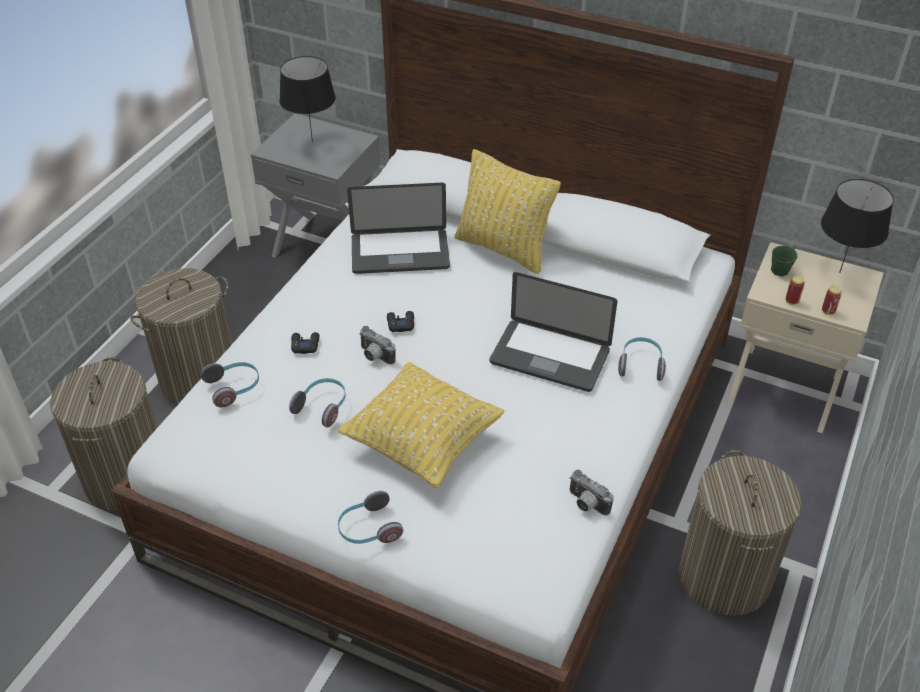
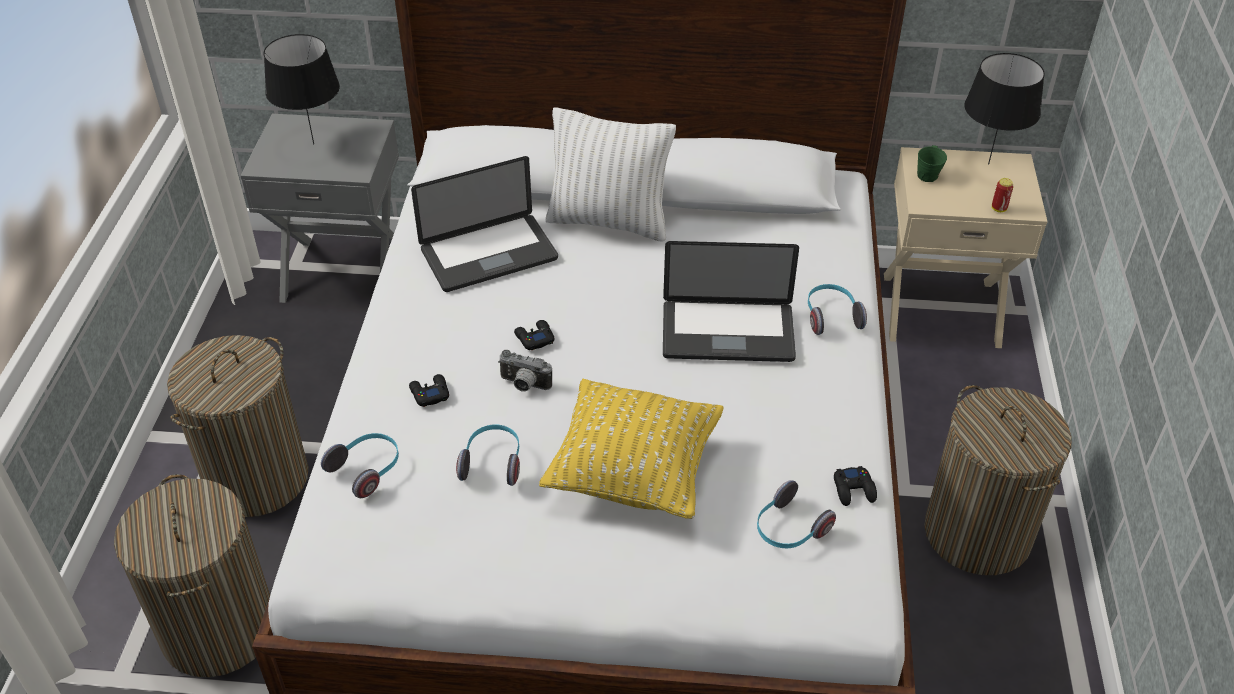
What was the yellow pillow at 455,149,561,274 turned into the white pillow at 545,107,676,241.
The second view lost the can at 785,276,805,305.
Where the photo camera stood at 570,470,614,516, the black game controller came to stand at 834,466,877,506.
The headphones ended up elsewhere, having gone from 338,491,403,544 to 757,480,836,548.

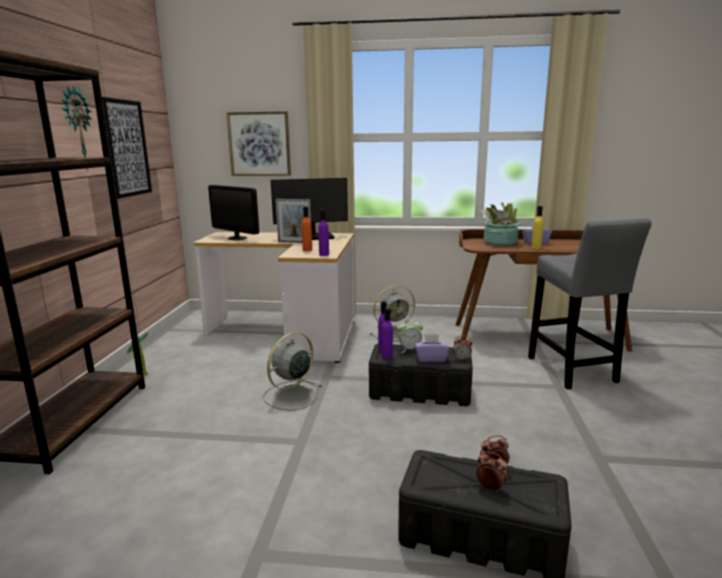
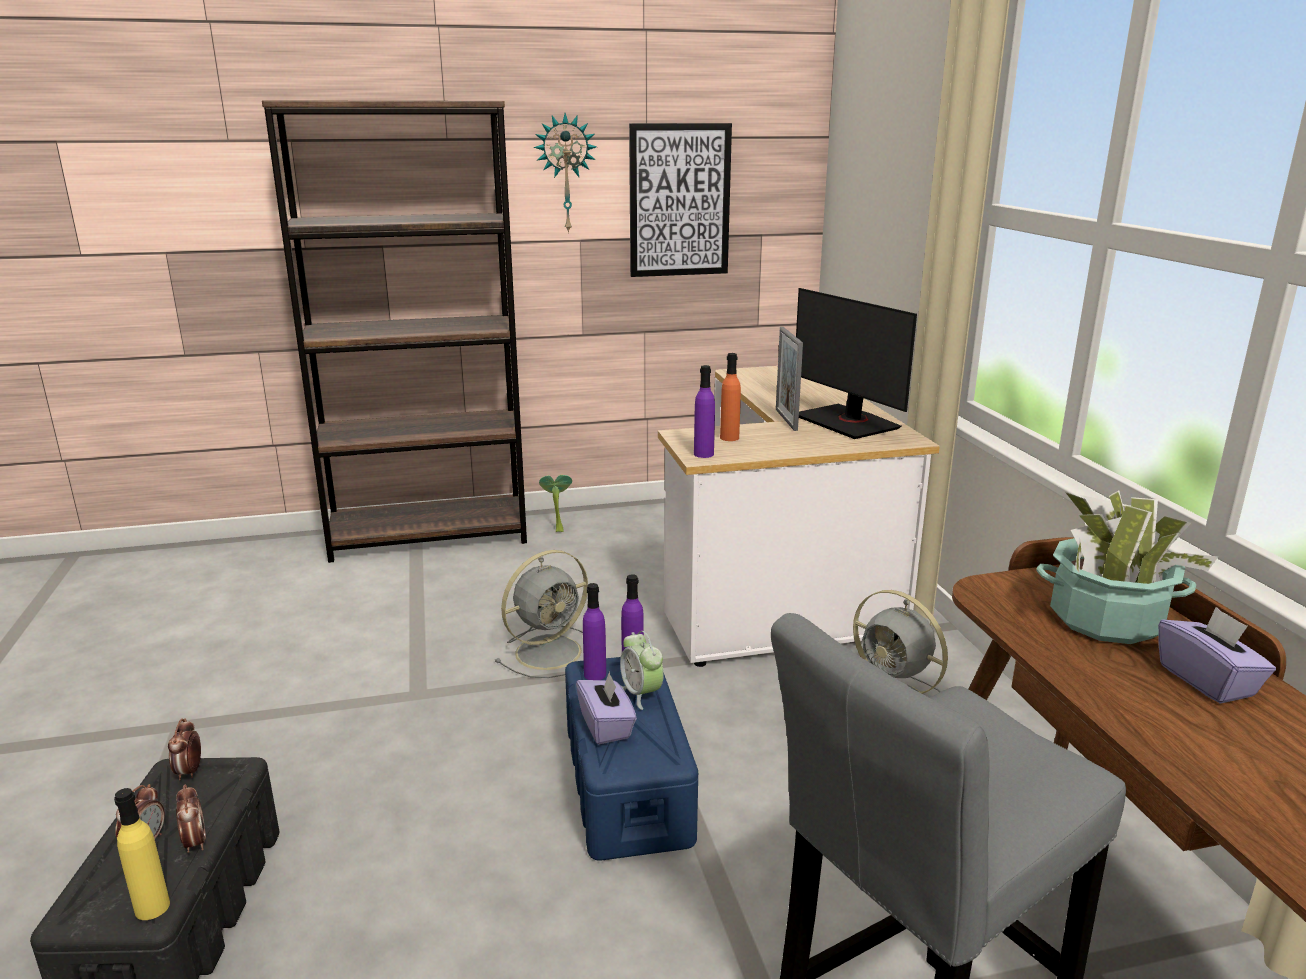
The second view lost the picture at 226,111,291,176.
The second view lost the monitor at 208,185,259,240.
The yellow bottle ended up elsewhere, having gone from 531,206,544,249 to 114,788,170,920.
The grey fan at 263,332,322,411 ended up facing another way, 120 degrees clockwise from before.
The alarm clock ended up elsewhere, having gone from 453,336,473,361 to 168,718,201,781.
What was the black storage box at 369,344,473,406 turned into the blue storage box at 565,657,698,861.

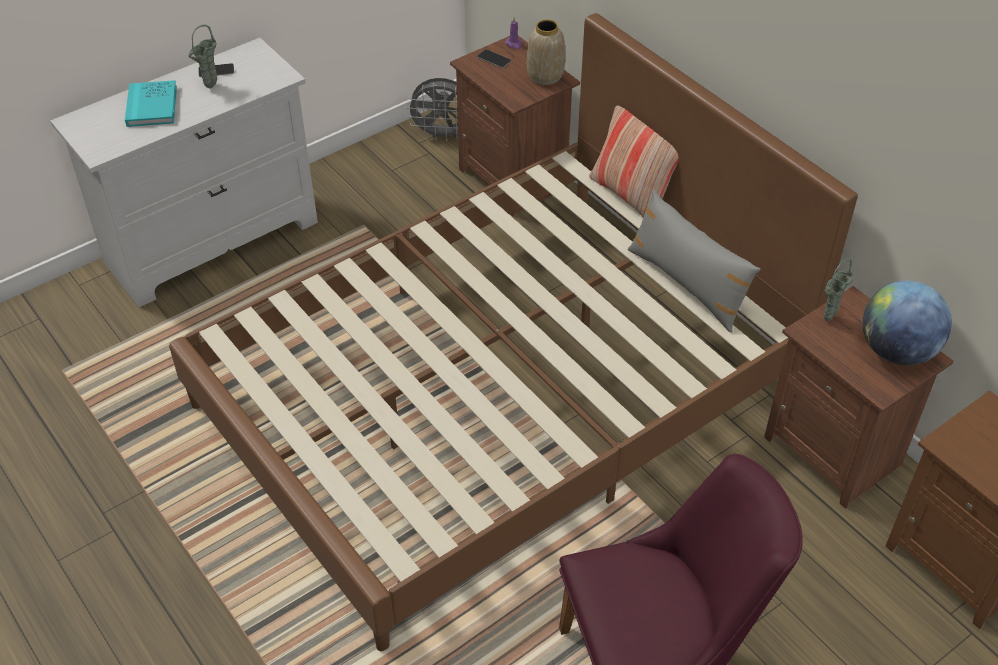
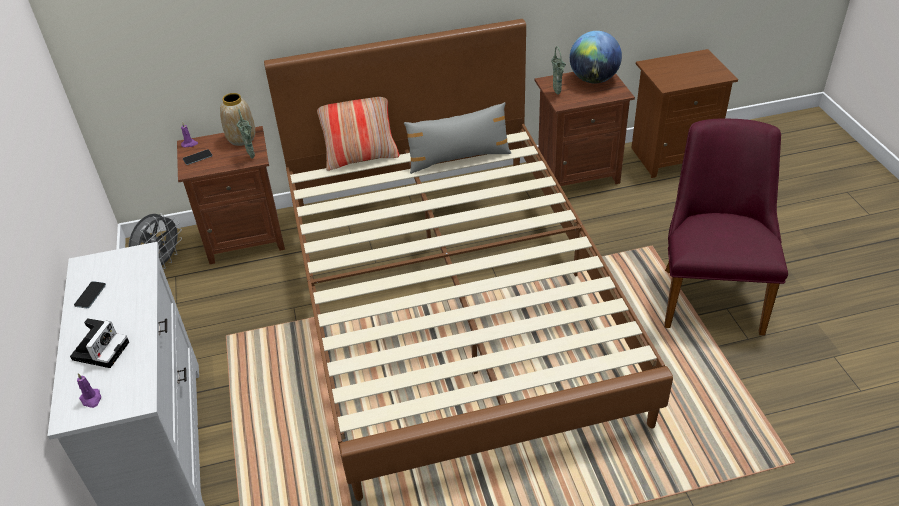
The green vase ended up elsewhere, having gone from 189,25,217,89 to 237,109,255,159.
Where the turquoise book stood at 125,80,177,127, the photo camera came to stand at 70,318,129,368.
The second view gained the purple candle at 77,373,101,408.

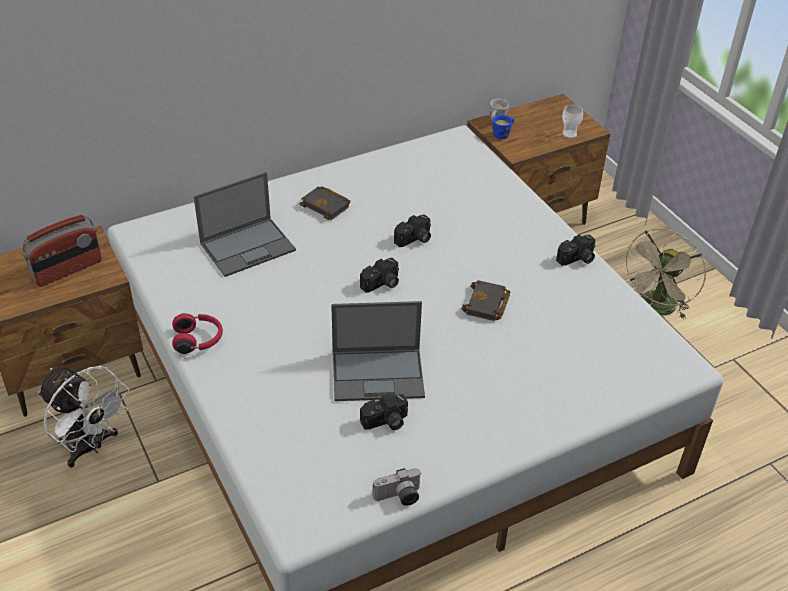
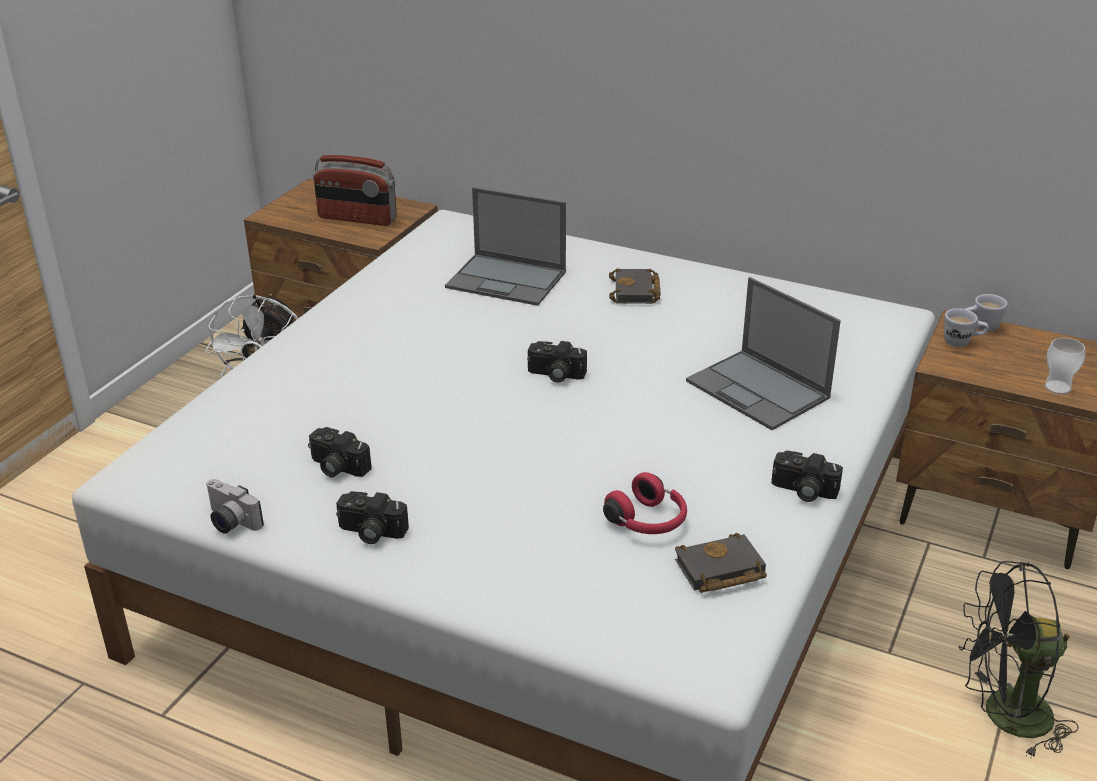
What was the blue mug at 493,115,514,139 turned into the white mug at 944,308,989,347.
The photo camera ended up elsewhere, having gone from 394,214,431,247 to 336,491,409,544.
What was the beige fan at 621,229,706,319 turned into the black fan at 959,561,1079,759.
The black book ended up elsewhere, having gone from 461,280,510,321 to 675,533,767,593.
The laptop ended up elsewhere, having gone from 331,301,425,401 to 686,277,841,430.
The red headphones ended up elsewhere, having gone from 172,313,223,354 to 603,472,687,534.

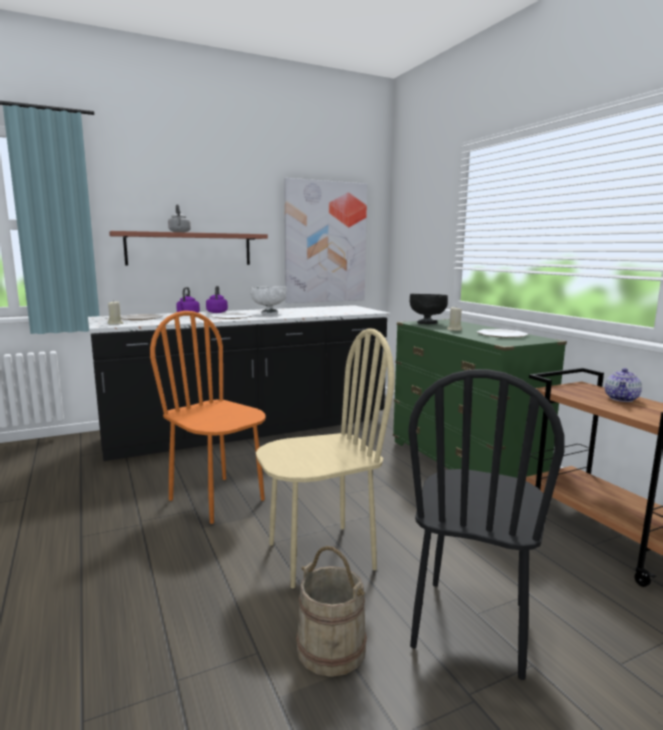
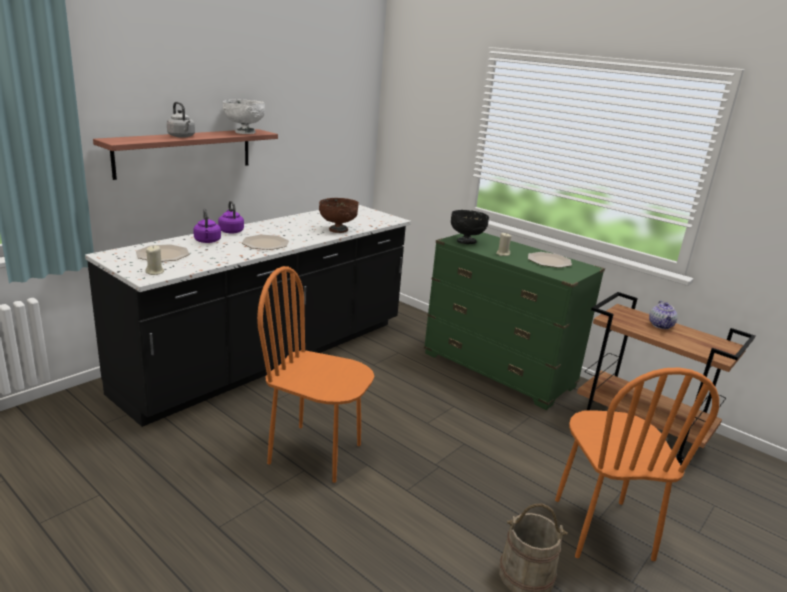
The second view lost the picture at 284,178,367,303.
The white bowl ended up elsewhere, having gone from 250,286,287,314 to 223,100,265,134.
The second view lost the beige chair at 256,328,395,588.
What was the black chair at 408,369,565,680 turned into the orange chair at 555,367,719,561.
The second view gained the brown bowl at 319,198,359,233.

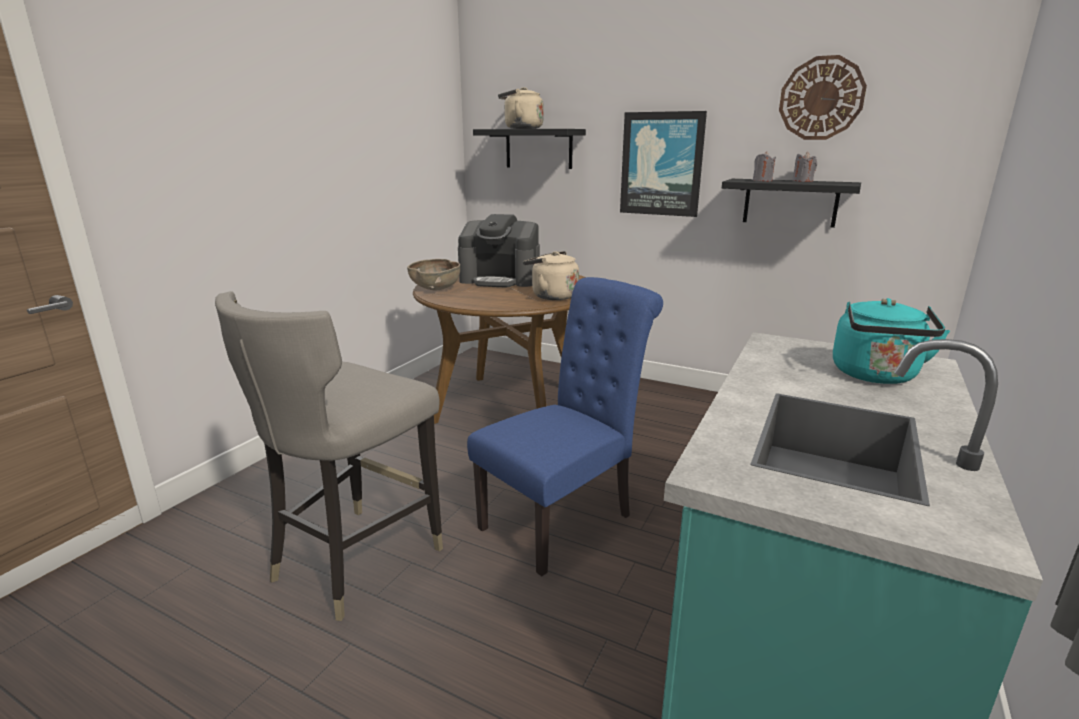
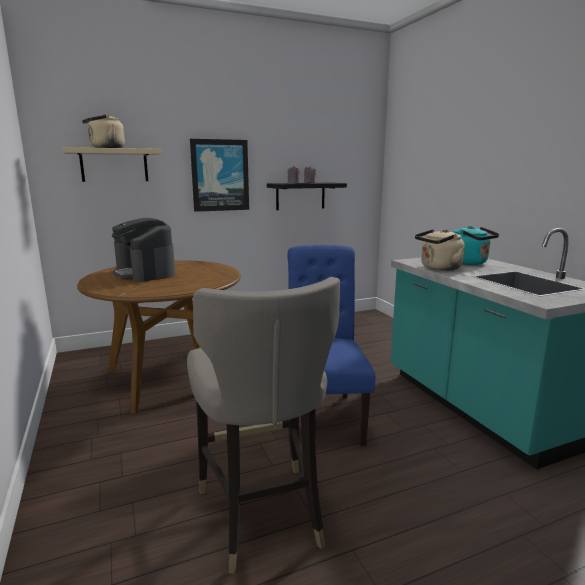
The second view lost the wall clock at 779,55,867,140.
What was the black shelf at 473,129,586,169 turned into the beige shelf at 62,147,162,182.
The coffee machine at 458,214,540,288 ended up facing another way, 90 degrees clockwise from before.
The beige kettle ended up elsewhere, having gone from 523,251,579,300 to 415,229,465,271.
The second view lost the brown bowl at 407,259,460,290.

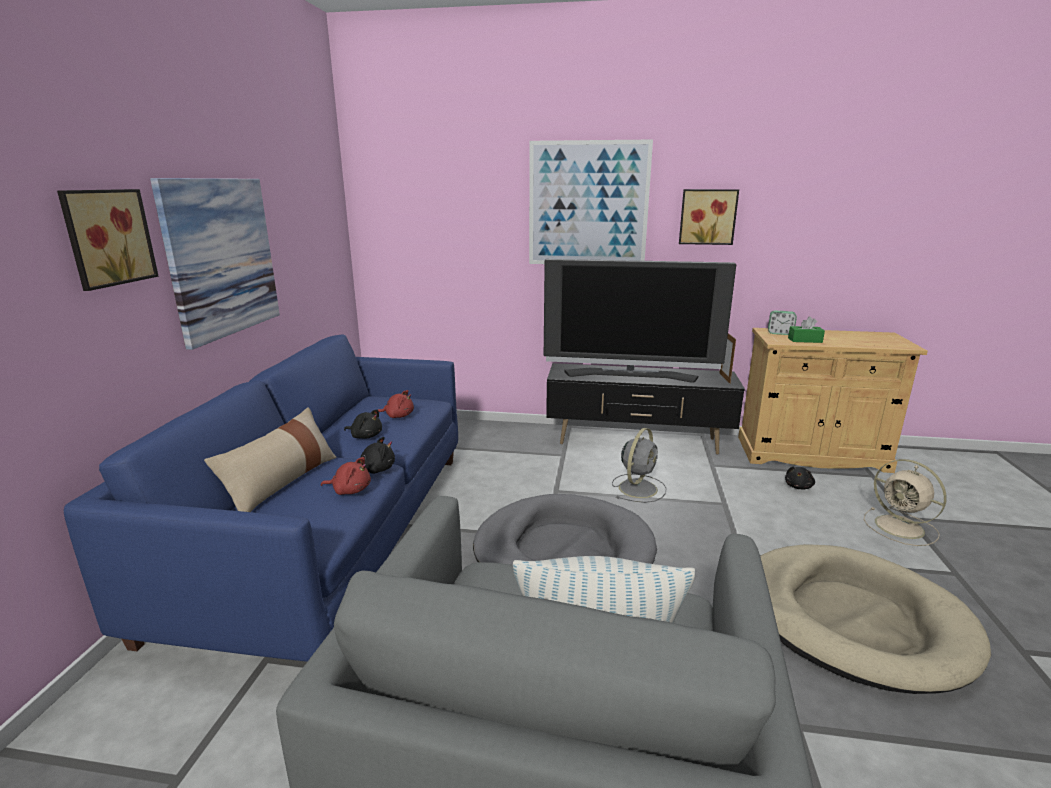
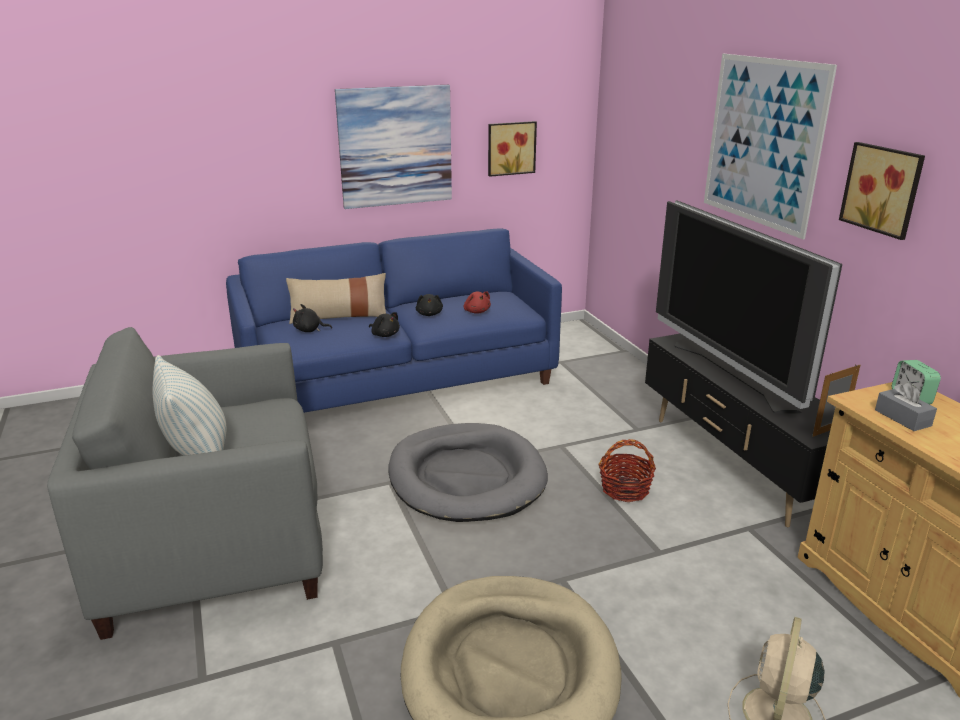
The picture ended up elsewhere, having gone from 57,189,159,291 to 488,121,537,177.
What was the green tissue box at 788,317,825,343 turned into the grey tissue box at 875,382,937,431.
Where the grey fan stood at 612,428,667,503, the basket came to stand at 598,439,656,502.
The second view lost the red plush toy at 321,457,371,495.
The black plush toy ended up elsewhere, having gone from 785,466,815,489 to 293,304,332,332.

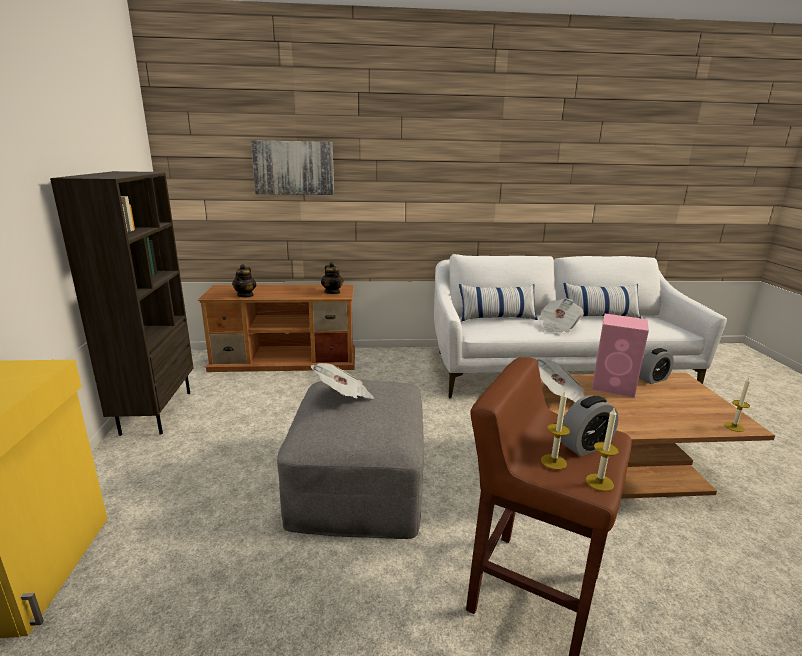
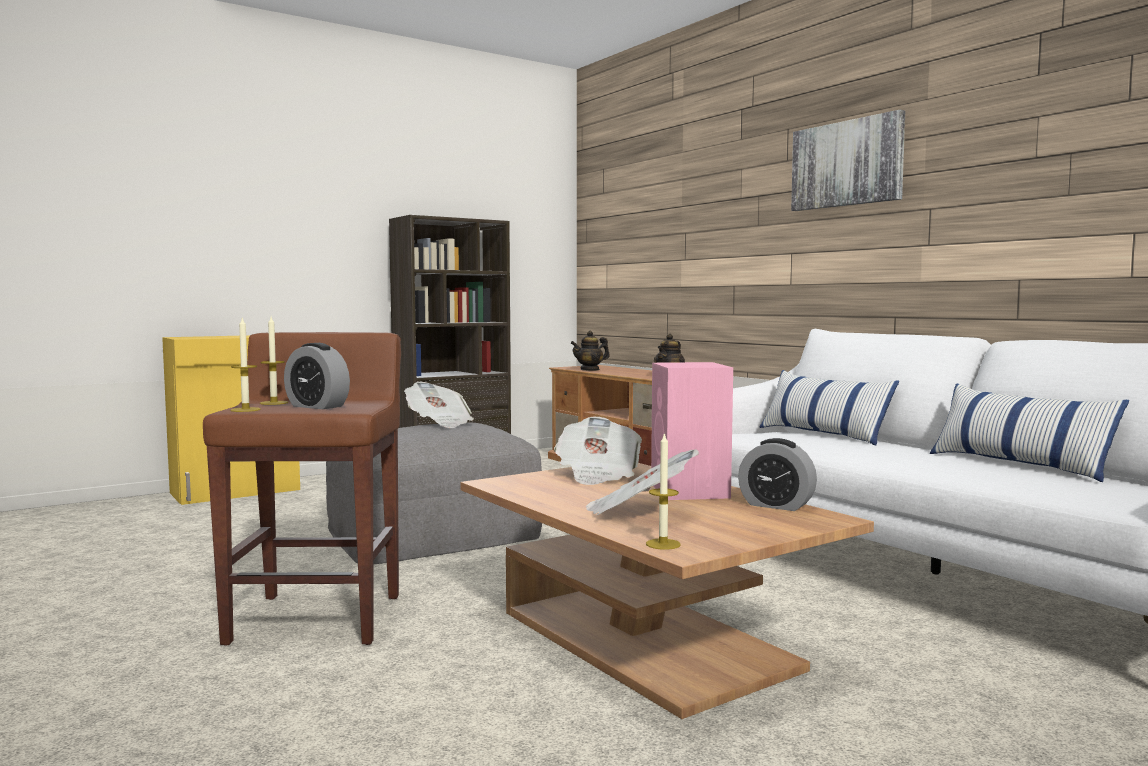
The picture ended up elsewhere, having gone from 251,140,334,195 to 791,110,905,211.
The newspaper ended up elsewhere, having gone from 540,298,584,333 to 585,449,699,515.

